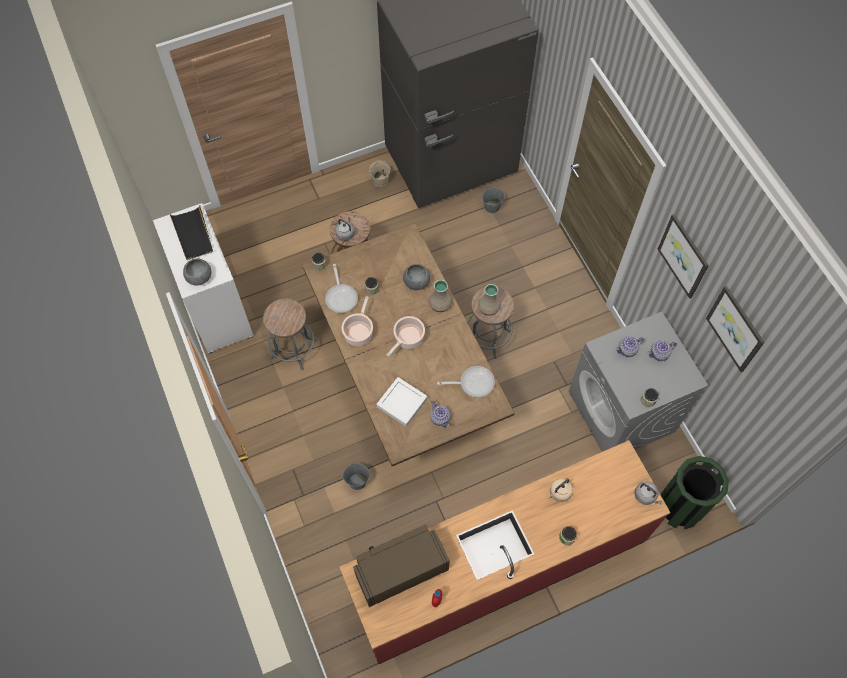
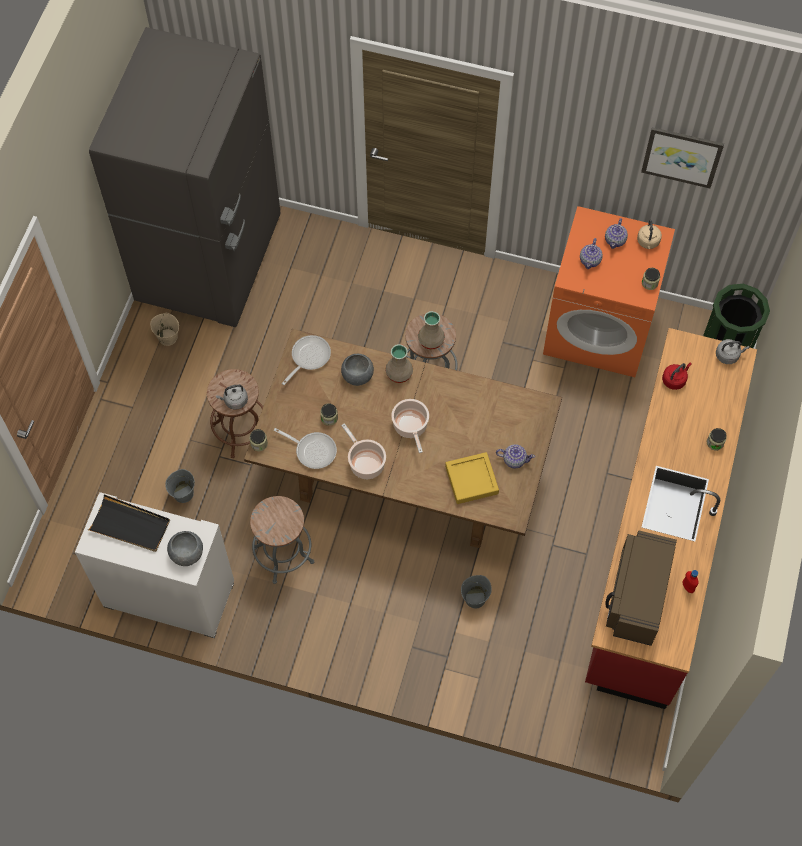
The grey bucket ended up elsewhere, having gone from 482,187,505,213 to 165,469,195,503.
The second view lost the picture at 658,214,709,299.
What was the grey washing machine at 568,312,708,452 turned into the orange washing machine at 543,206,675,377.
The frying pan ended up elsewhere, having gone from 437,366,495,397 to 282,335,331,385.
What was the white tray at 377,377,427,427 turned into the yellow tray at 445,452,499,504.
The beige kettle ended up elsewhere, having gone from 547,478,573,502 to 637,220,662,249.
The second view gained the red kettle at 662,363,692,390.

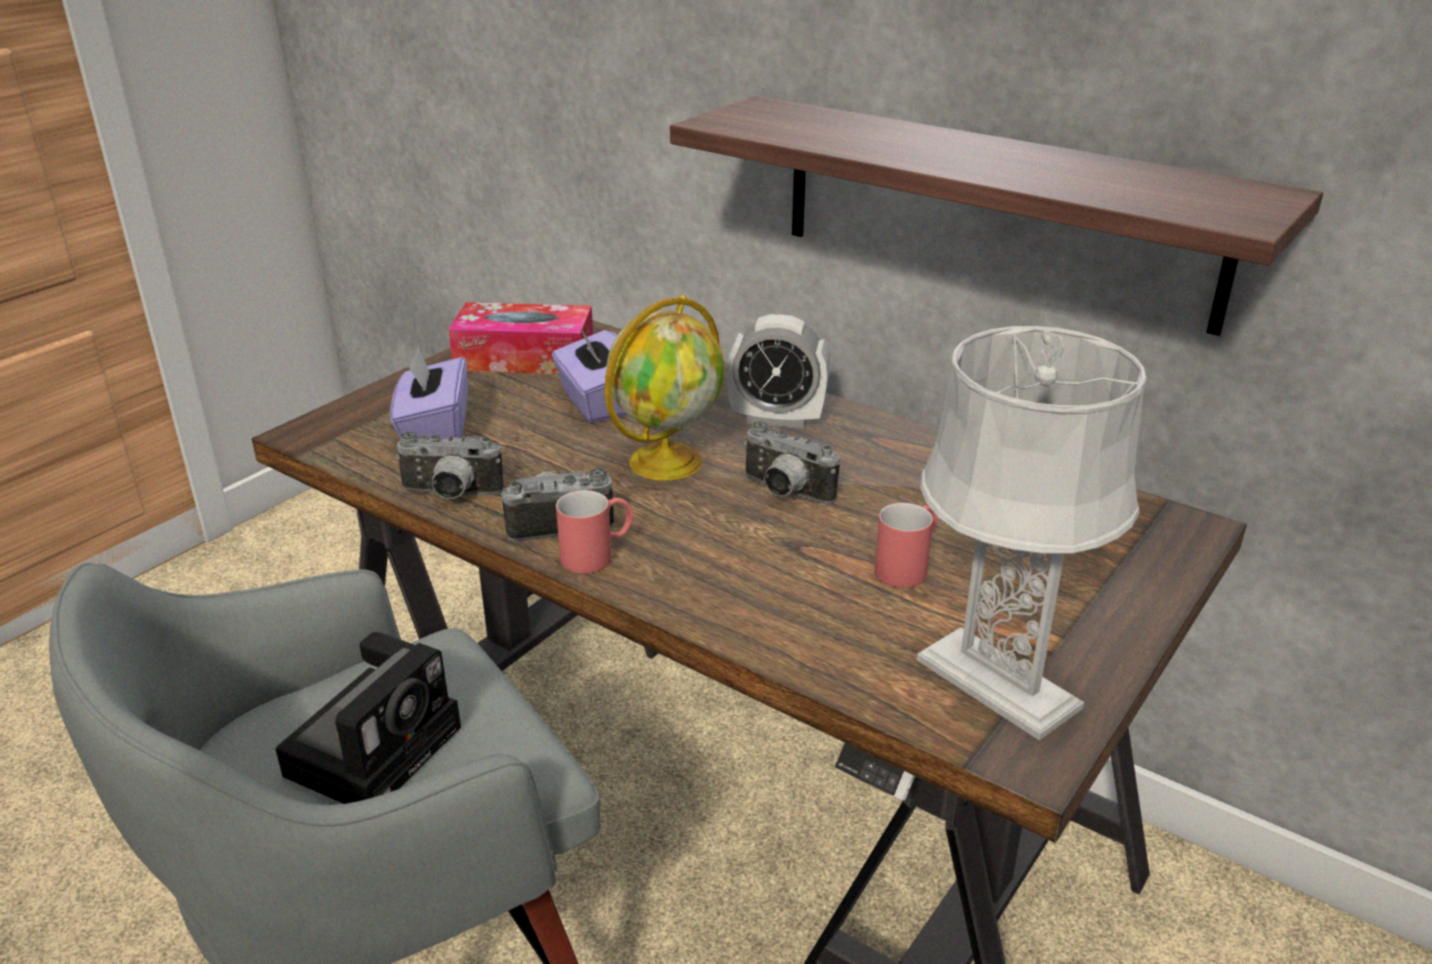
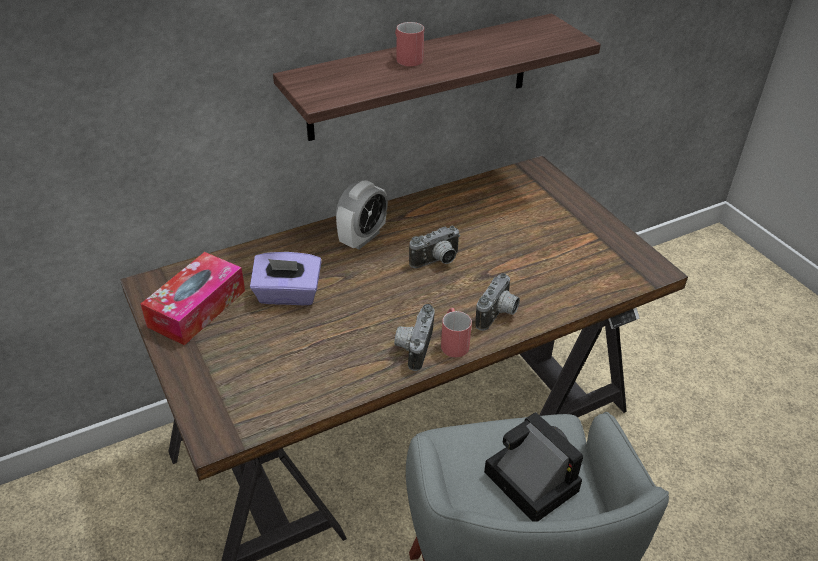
The second view lost the globe at 604,295,725,481.
The second view lost the grey table lamp at 916,325,1147,740.
The second view lost the purple tissue box at 390,347,468,439.
The photo camera ended up elsewhere, having gone from 395,432,504,499 to 476,273,520,331.
The red mug ended up elsewhere, having gone from 875,503,938,588 to 395,22,424,67.

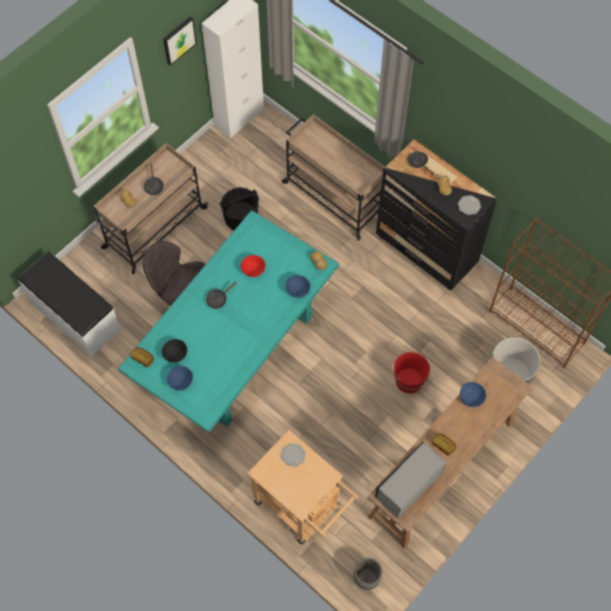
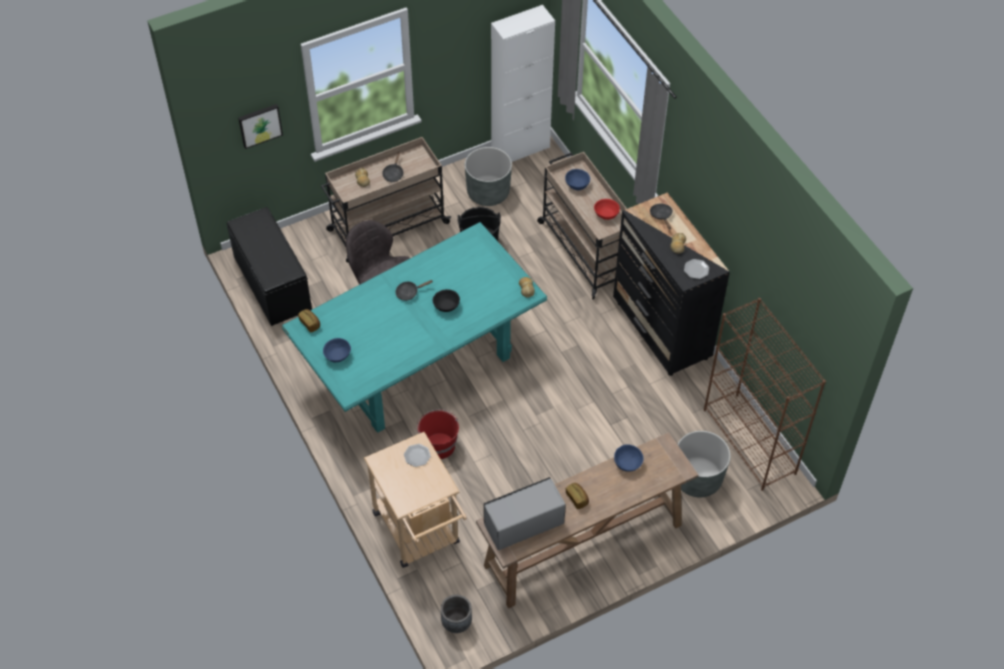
The picture ended up elsewhere, having gone from 163,16,197,66 to 238,104,283,149.
What was the white bench at 17,251,121,357 turned into the black bench at 227,207,312,326.
The red bowl ended up elsewhere, having gone from 241,255,266,277 to 594,199,620,220.
The blue bowl ended up elsewhere, having gone from 286,275,310,298 to 565,169,590,190.
The black bowl ended up elsewhere, having gone from 162,339,187,363 to 433,289,460,312.
The red bucket ended up elsewhere, having gone from 392,351,430,393 to 417,409,459,459.
The second view gained the grey planter at 465,147,512,206.

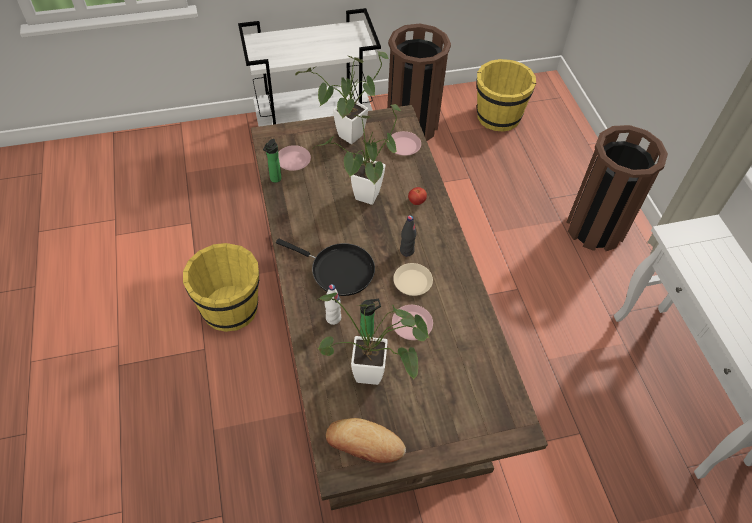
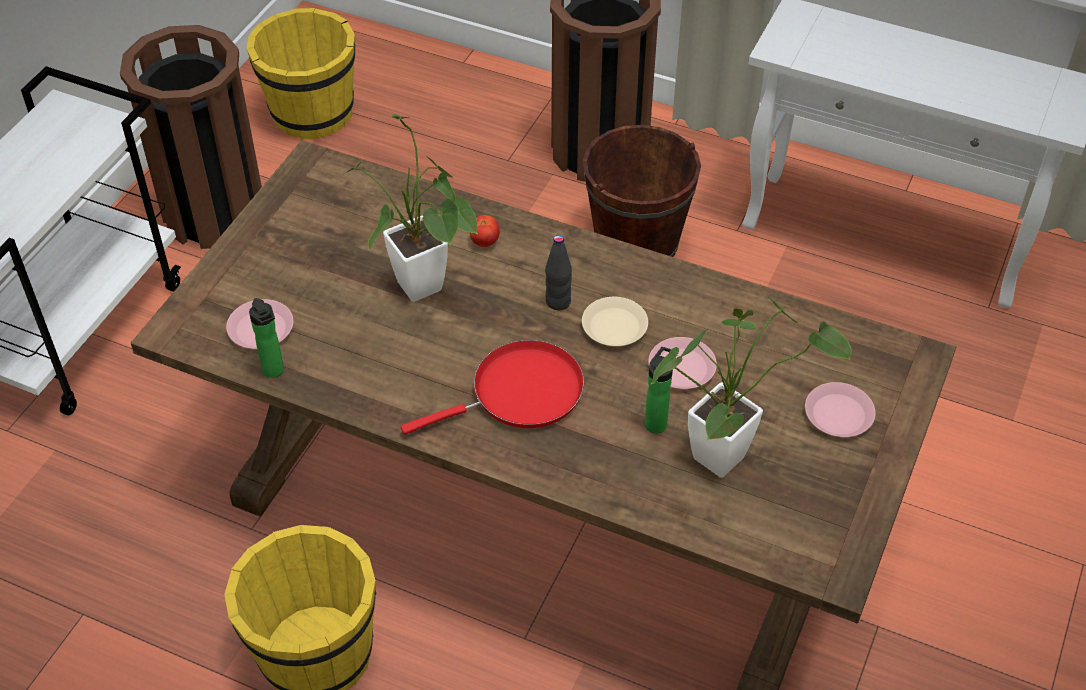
The second view lost the potted plant at 295,51,390,144.
The pink plate ended up elsewhere, having gone from 388,131,421,156 to 805,382,876,437.
What was the black frying pan at 276,239,375,296 turned into the red frying pan at 401,340,584,435.
The second view lost the white bottle at 325,284,341,325.
The second view lost the bread at 326,418,406,463.
The second view gained the brown bucket at 583,125,701,257.

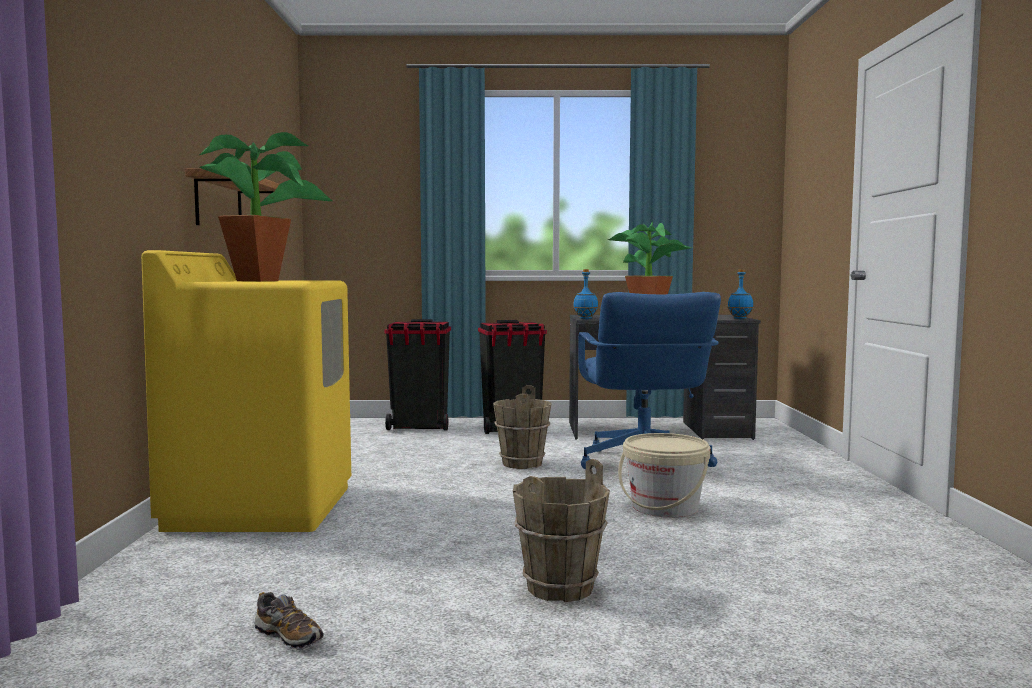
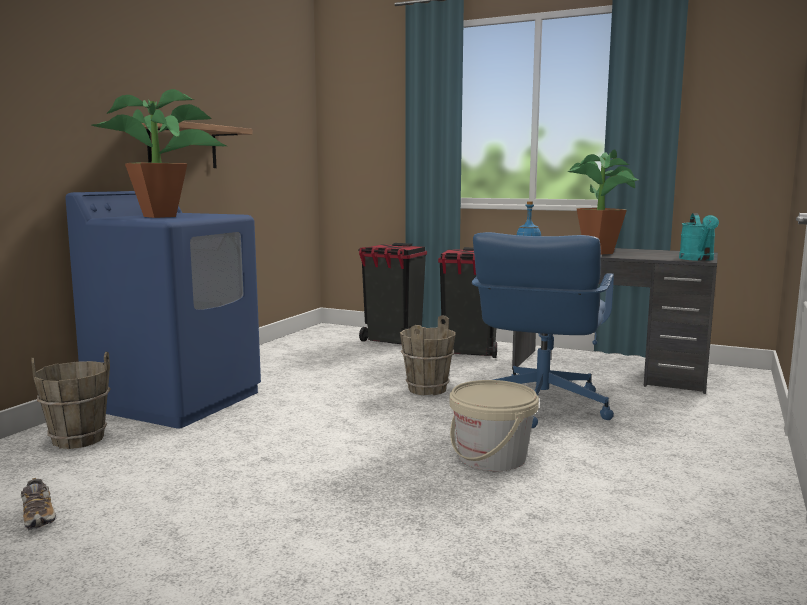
What was the yellow washing machine at 141,250,351,532 turned into the blue washing machine at 65,191,261,428.
Where the blue bottle stood at 728,269,753,319, the turquoise watering can came to stand at 679,213,719,261.
The brown bucket ended up elsewhere, having gone from 513,459,610,602 to 31,352,111,449.

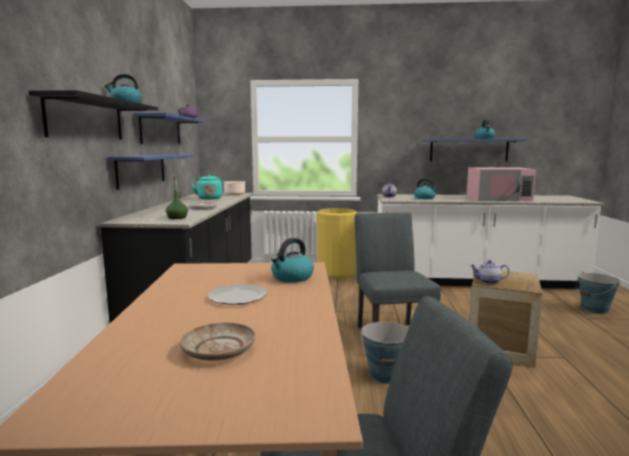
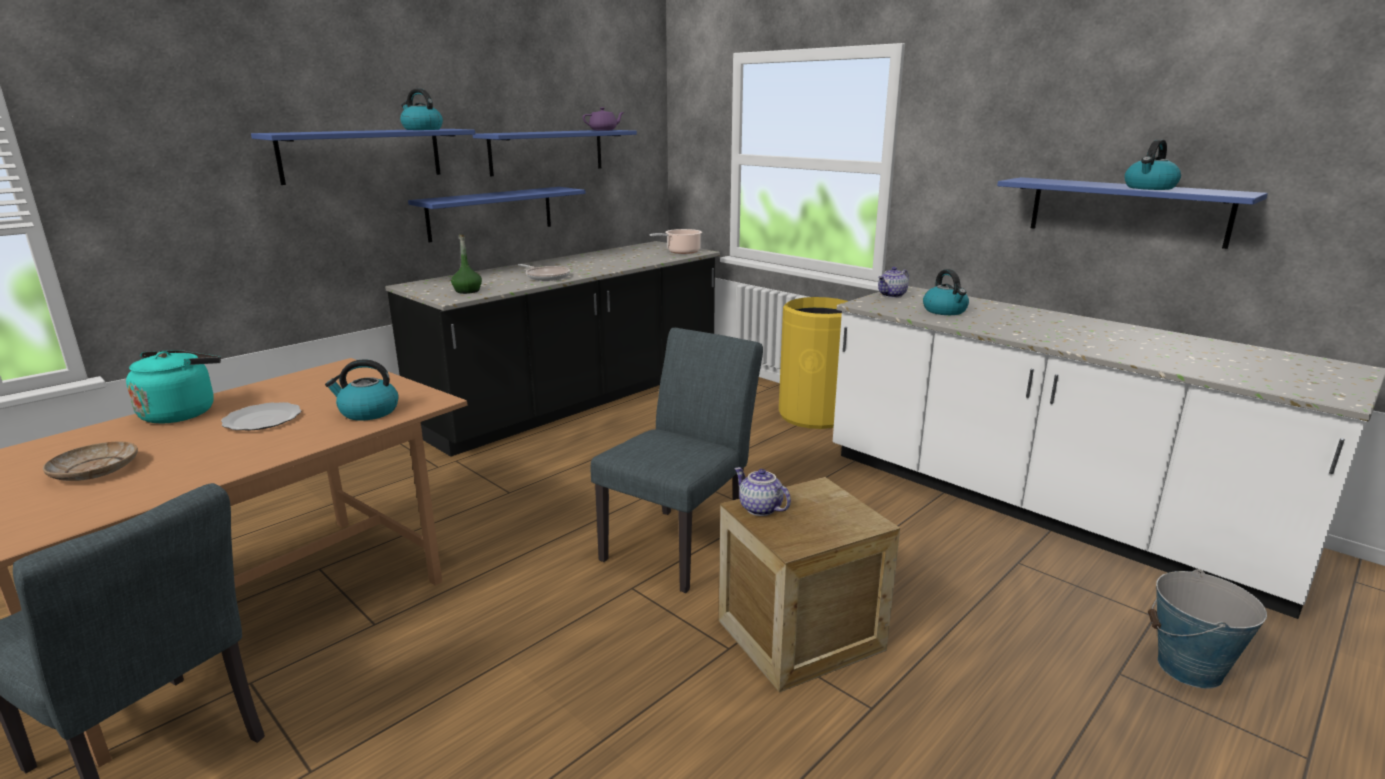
What was the black shelf at 28,90,158,140 turned into the blue shelf at 251,129,475,185.
The second view lost the pink microwave at 467,167,536,201.
The turquoise kettle ended up elsewhere, having gone from 191,174,223,200 to 126,350,221,424.
The second view lost the bucket at 361,322,409,384.

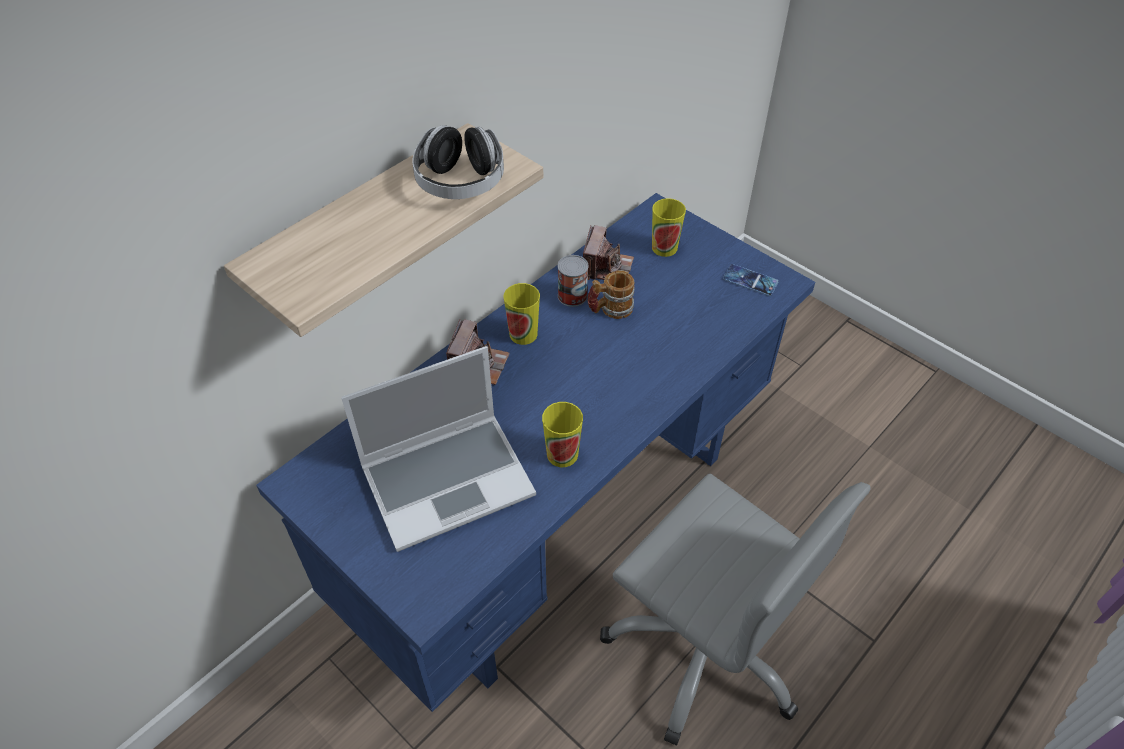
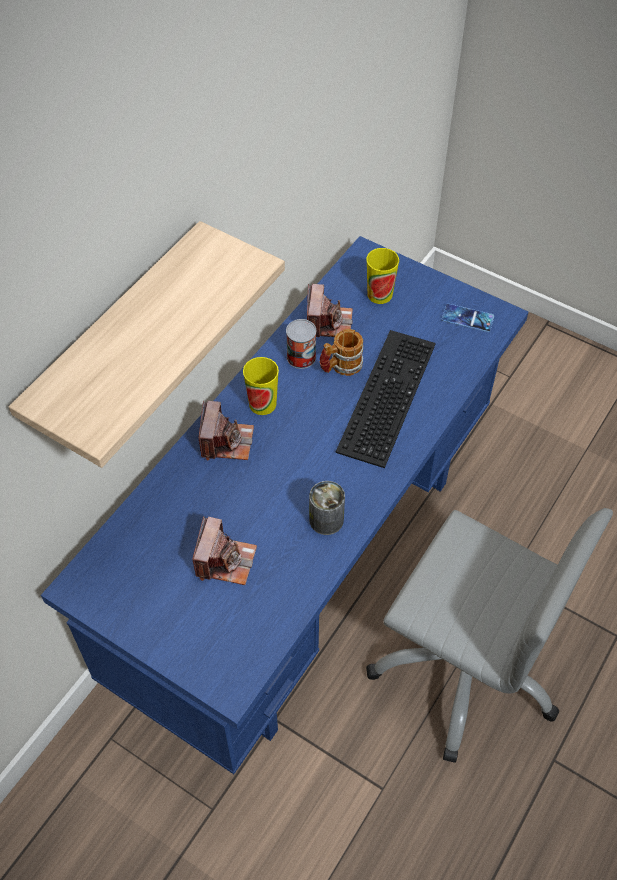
The second view lost the headphones at 412,125,504,199.
Where the laptop stood at 341,346,536,552, the photo camera came to stand at 192,517,257,585.
Where the cup stood at 542,402,583,467, the can came to stand at 309,481,345,535.
The second view gained the keyboard at 336,330,436,468.

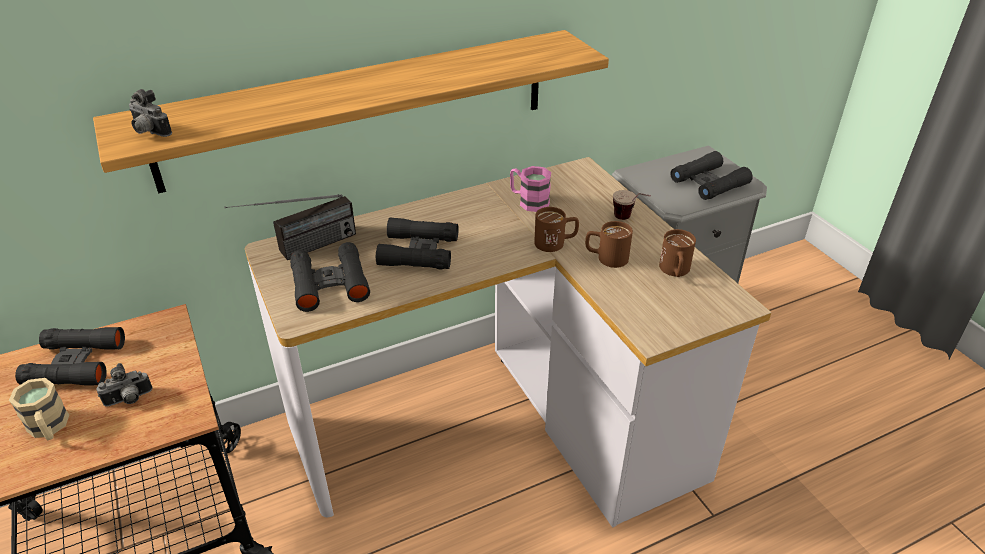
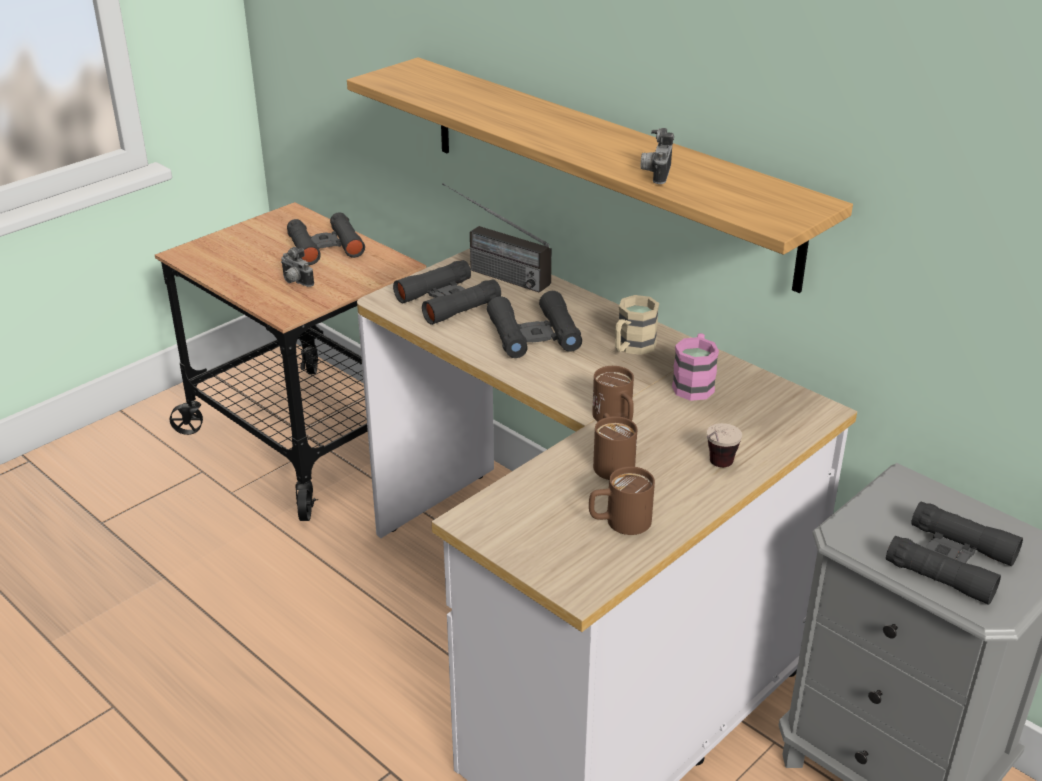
The photo camera ended up elsewhere, having gone from 129,89,172,137 to 641,128,674,184.
The beige mug ended up elsewhere, having gone from 9,378,69,440 to 615,295,659,355.

